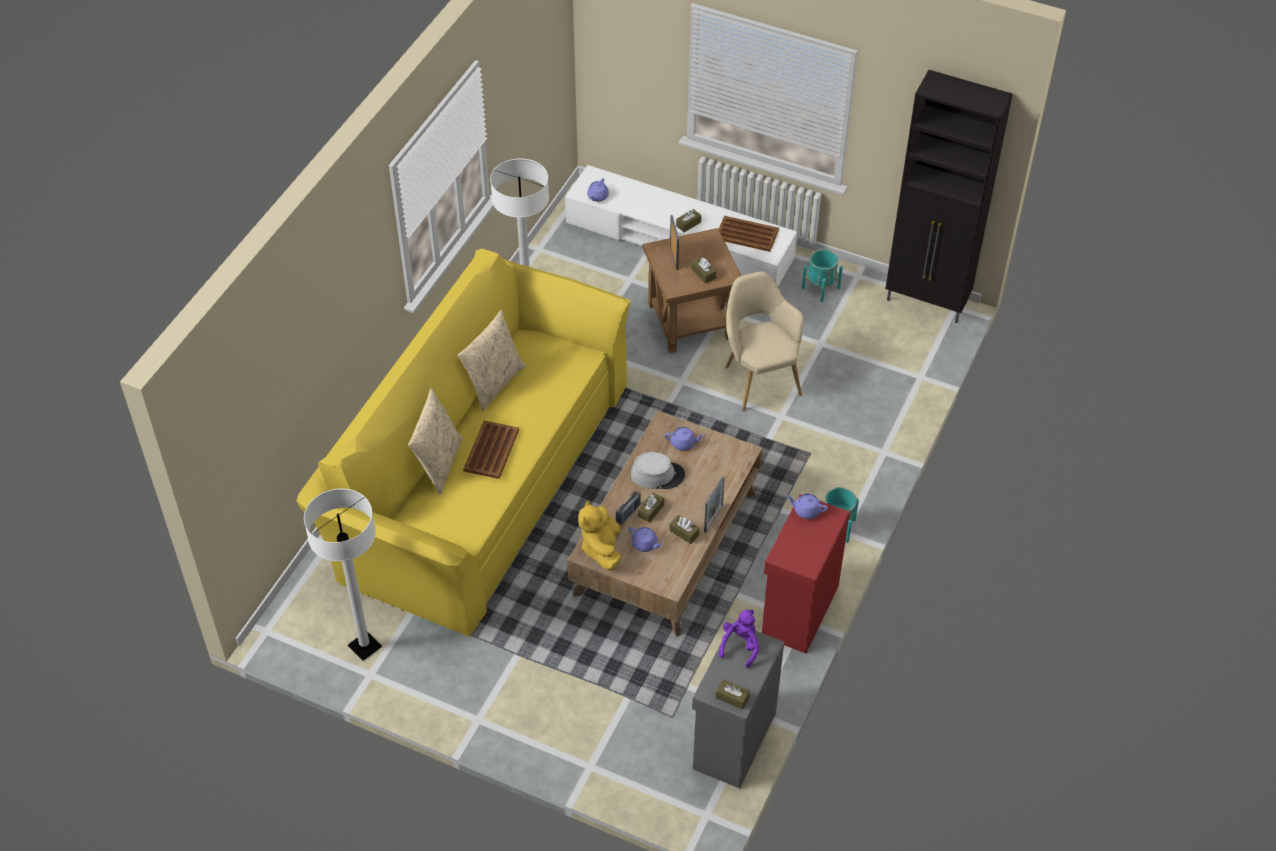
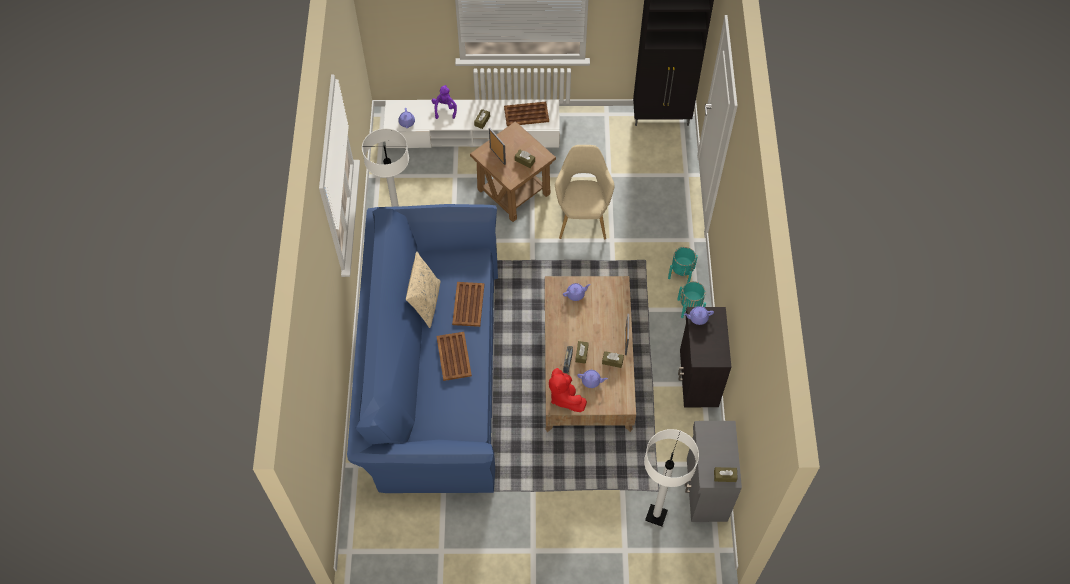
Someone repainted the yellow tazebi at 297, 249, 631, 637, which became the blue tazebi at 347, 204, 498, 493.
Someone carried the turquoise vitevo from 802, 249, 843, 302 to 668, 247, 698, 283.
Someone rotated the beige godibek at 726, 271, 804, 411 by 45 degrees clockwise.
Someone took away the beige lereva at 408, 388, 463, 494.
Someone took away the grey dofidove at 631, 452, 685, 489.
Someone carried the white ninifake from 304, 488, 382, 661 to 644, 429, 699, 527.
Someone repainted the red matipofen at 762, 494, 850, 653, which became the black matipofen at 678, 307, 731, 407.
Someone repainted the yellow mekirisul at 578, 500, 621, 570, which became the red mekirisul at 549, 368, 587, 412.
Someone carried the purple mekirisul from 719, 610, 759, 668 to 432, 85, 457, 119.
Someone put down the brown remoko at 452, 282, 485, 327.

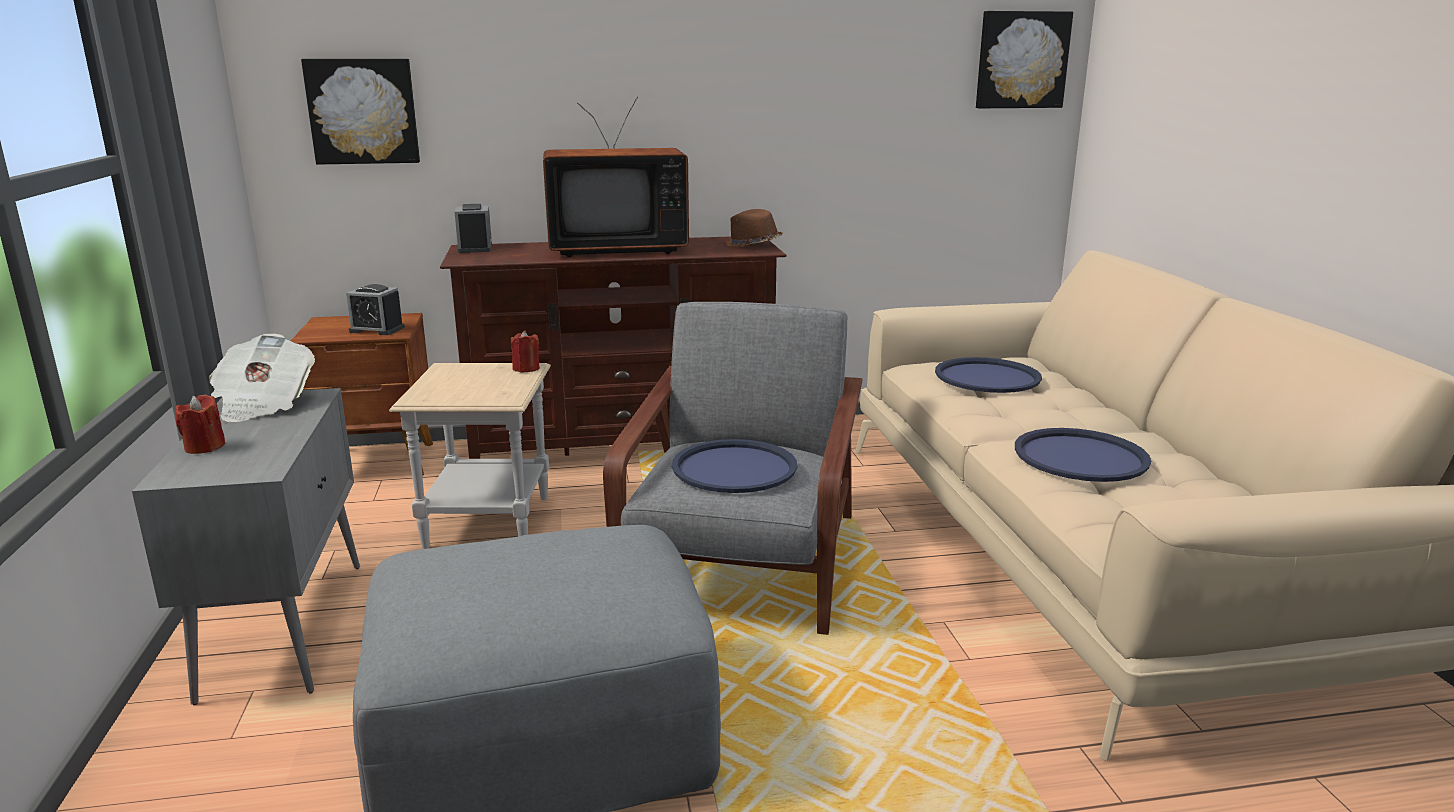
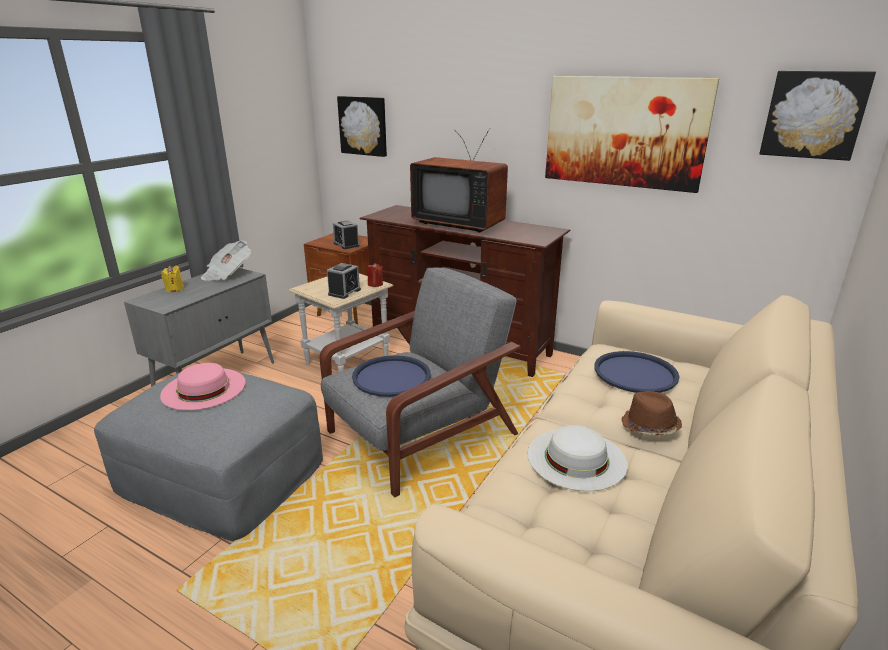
Someone carried the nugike from 455, 204, 492, 253 to 327, 263, 361, 299.
Someone carried the brown dofidove from 725, 209, 783, 247 to 621, 391, 682, 435.
Someone repainted the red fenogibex at 176, 395, 225, 454, which became the yellow fenogibex at 161, 266, 184, 292.
Someone swapped the blue remoko at 1015, 428, 1151, 482 for the white dofidove at 528, 425, 627, 491.
Someone put up the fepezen at 545, 76, 719, 193.
Someone put down the pink dofidove at 160, 363, 245, 410.

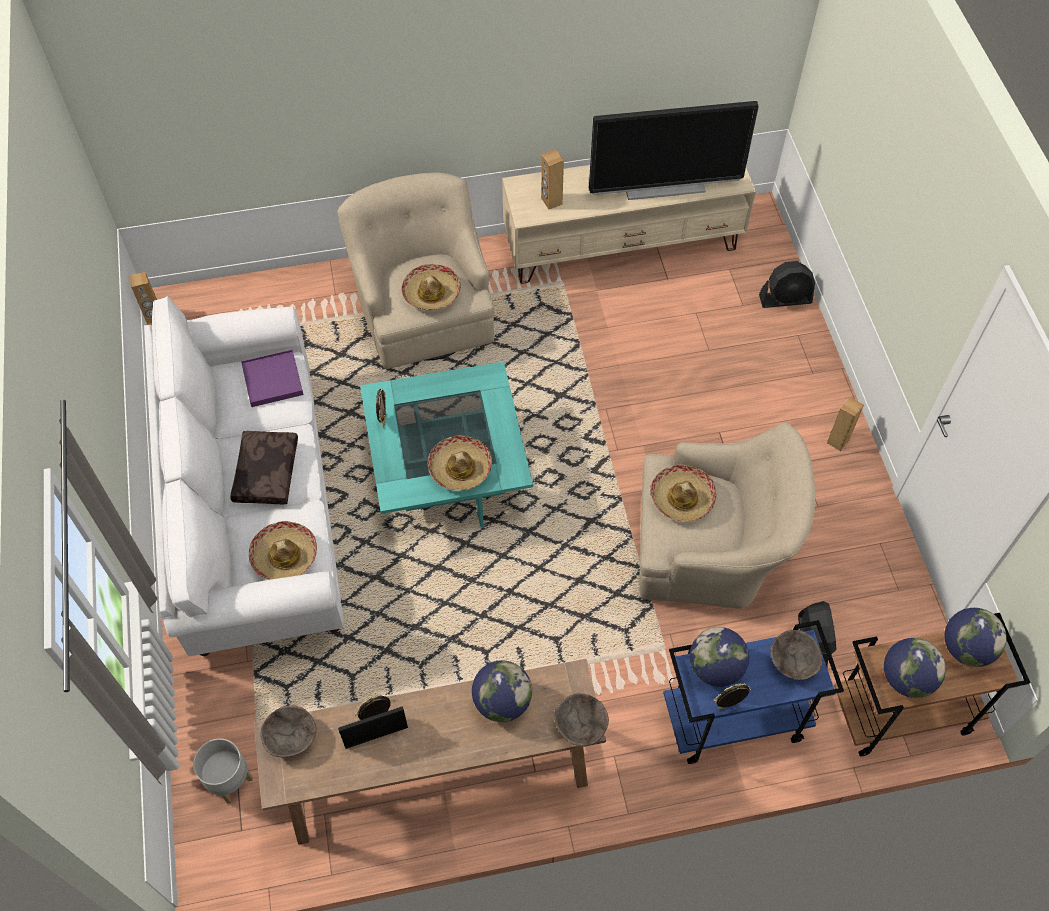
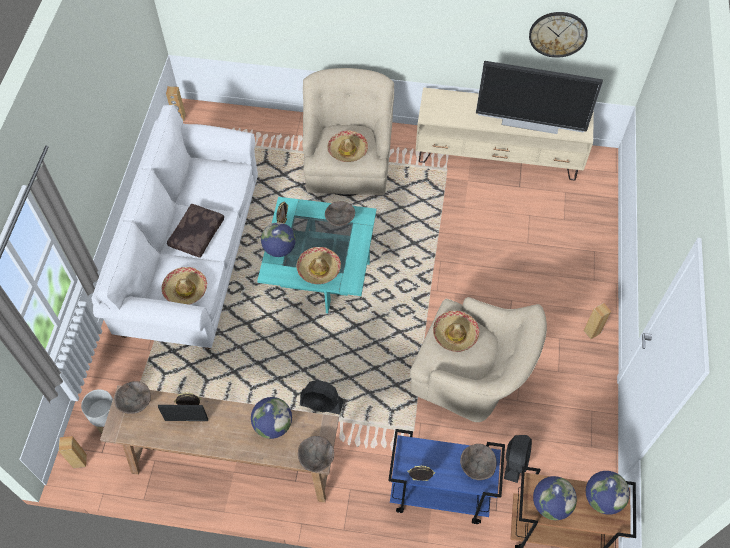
Someone carried the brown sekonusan from 541, 149, 564, 209 to 59, 436, 87, 468.
Someone carried the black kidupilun from 759, 261, 815, 308 to 300, 380, 343, 415.
Someone took away the purple remoko at 241, 350, 304, 407.
Someone carried the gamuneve from 690, 627, 749, 687 to 261, 222, 296, 257.
Someone put up the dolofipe at 529, 12, 588, 58.
Someone put down the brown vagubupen at 325, 201, 355, 226.

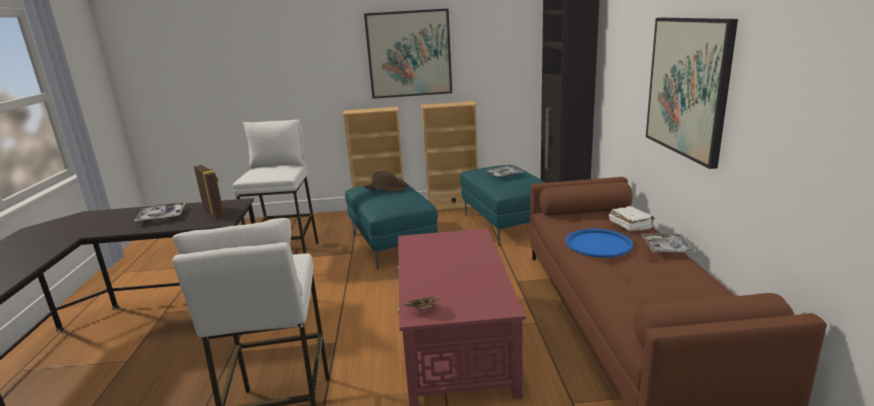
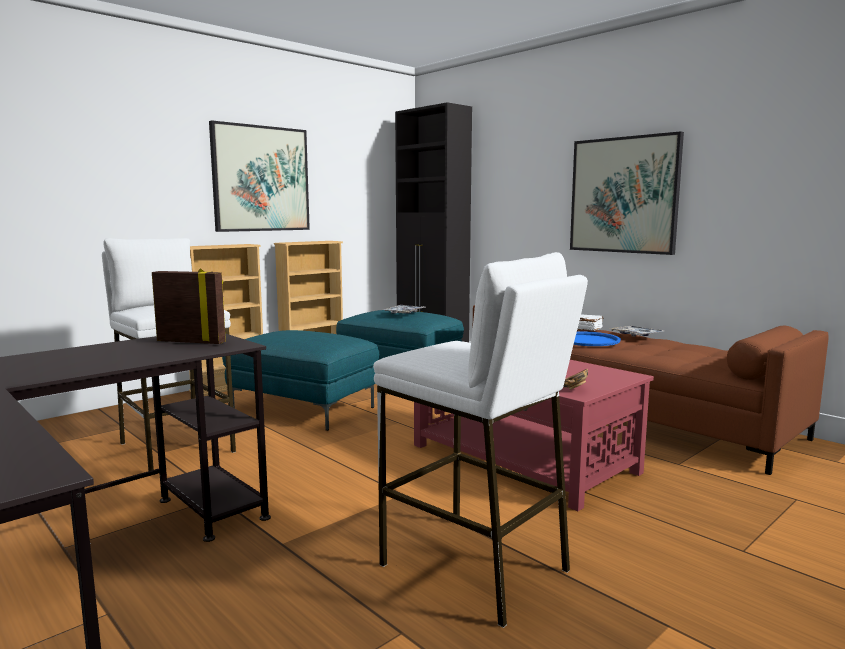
Someone took away the brown dofidove at 365, 171, 408, 192.
Someone took away the remoko at 134, 202, 186, 221.

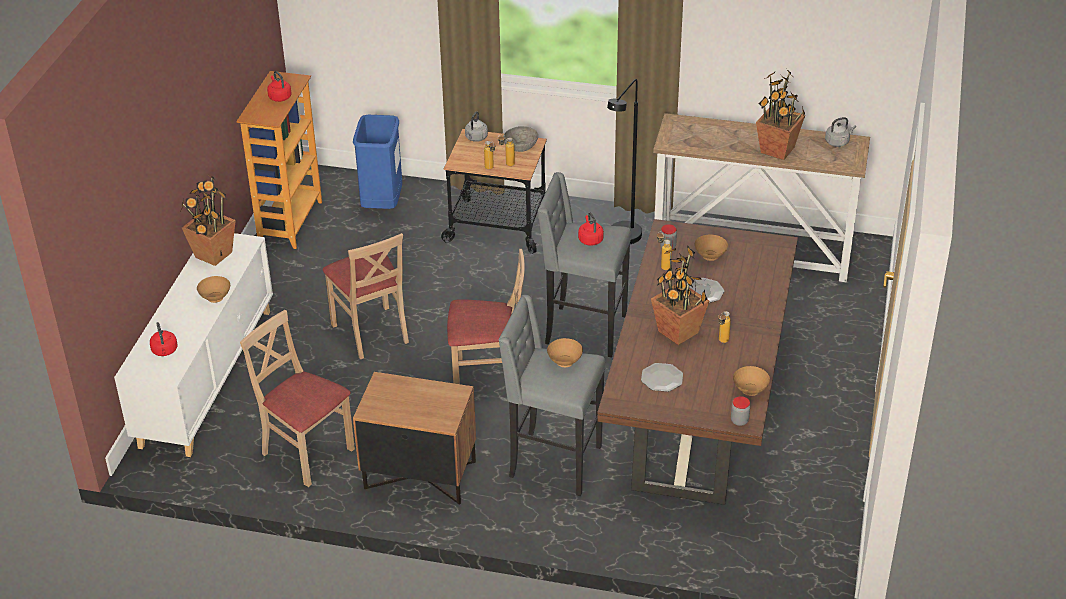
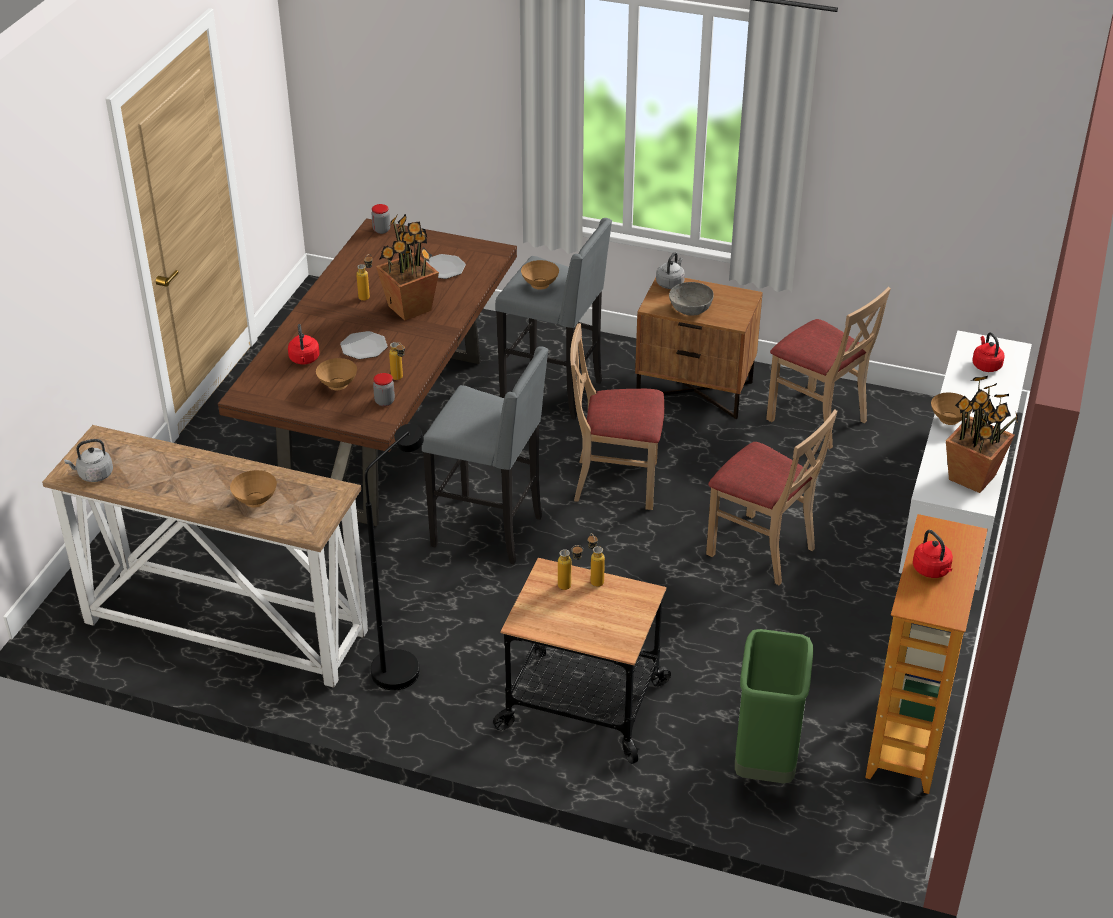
Someone took away the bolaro at 756, 67, 805, 160.
Someone carried the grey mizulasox from 465, 111, 488, 142 to 656, 252, 685, 289.
Someone repainted the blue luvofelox at 353, 115, 402, 209, which became the green luvofelox at 735, 629, 813, 783.
Someone carried the grey vagubupen from 503, 126, 538, 152 to 669, 282, 714, 316.
Someone carried the red mizulasox from 578, 213, 604, 246 to 288, 324, 320, 364.
Someone rotated the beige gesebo at 323, 233, 409, 359 by 150 degrees clockwise.
Someone carried the brown vagubupen from 733, 366, 770, 396 to 230, 470, 277, 507.

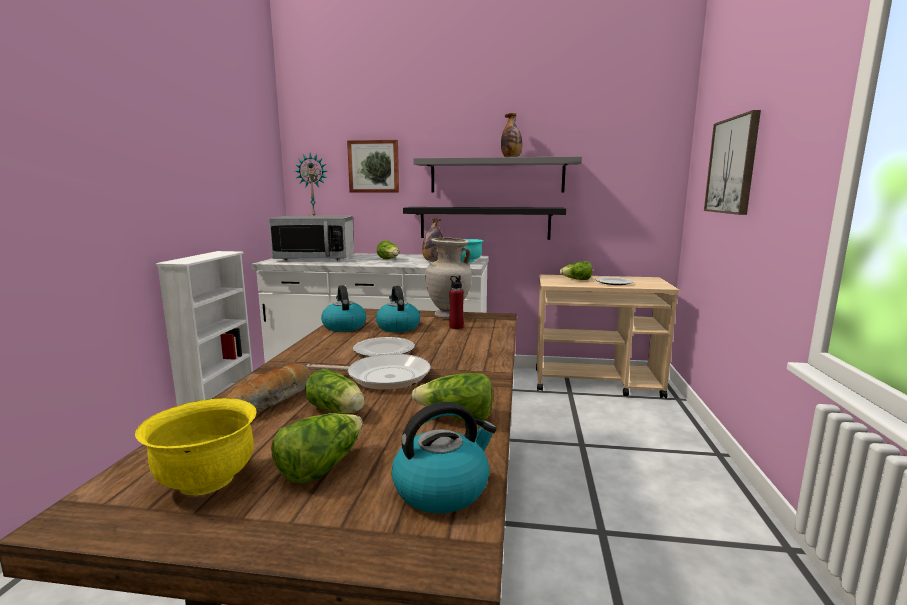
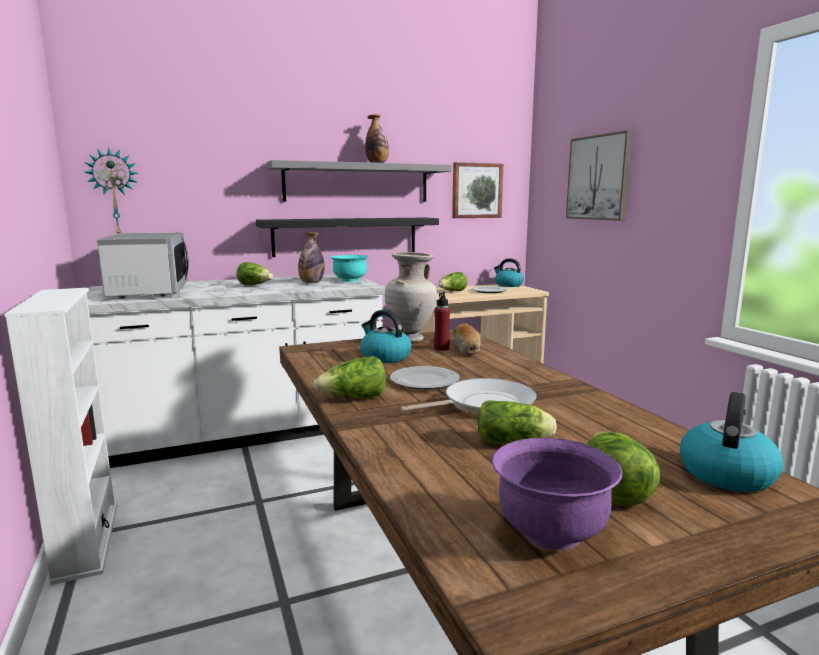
Someone carried the fepezen from 347, 140, 399, 192 to 452, 162, 503, 218.
Someone rotated the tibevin at 269, 216, 354, 260 by 75 degrees counterclockwise.
Someone carried the mizulasox from 321, 285, 366, 332 to 494, 258, 524, 287.
Someone carried the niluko from 226, 364, 311, 412 to 453, 323, 481, 355.
Someone carried the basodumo from 412, 373, 493, 420 to 313, 356, 386, 398.
Someone repainted the yellow vagubupen at 135, 398, 256, 495, which became the purple vagubupen at 492, 438, 622, 550.

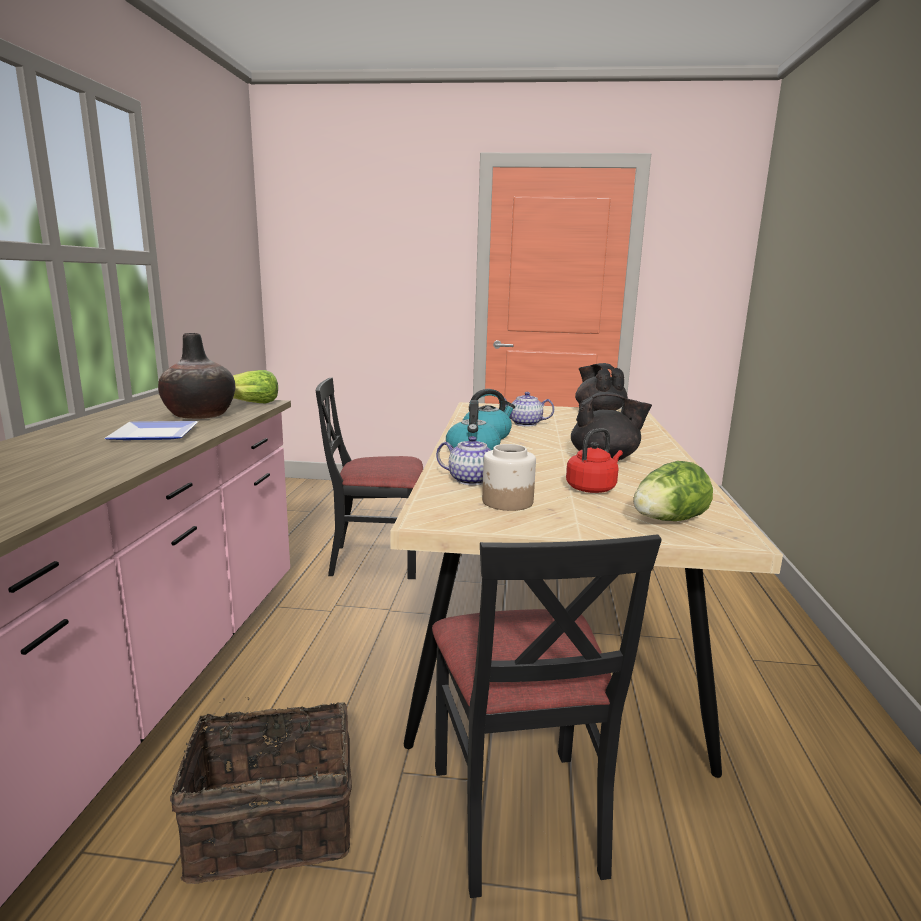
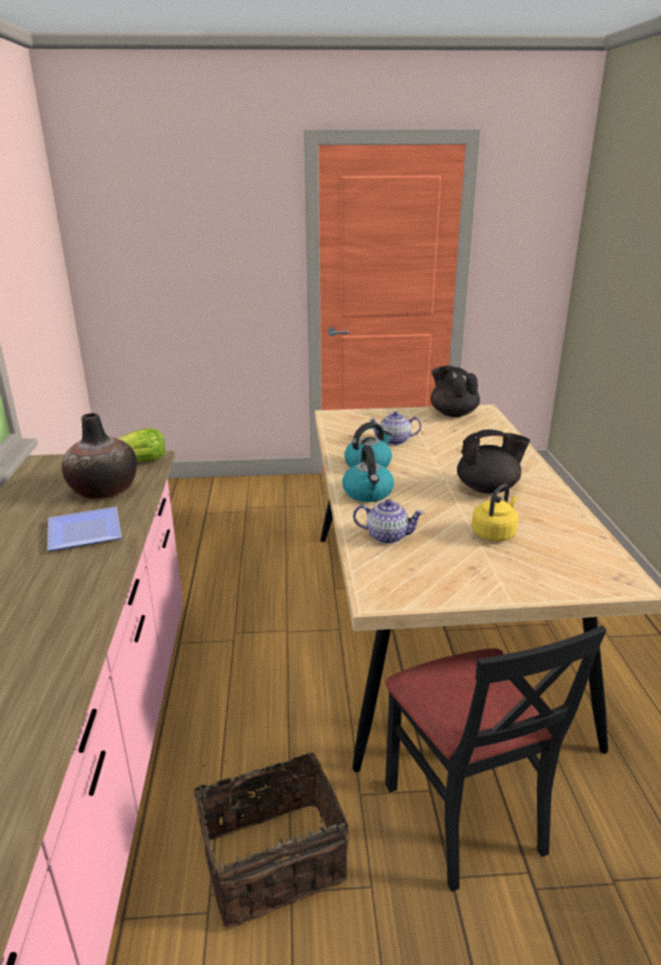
Someone took away the black gesebo at 316, 377, 423, 579.
Someone repainted the red mizulasox at 566, 428, 623, 493, which became the yellow mizulasox at 472, 484, 518, 541.
Someone took away the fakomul at 482, 444, 536, 511.
Someone took away the basodumo at 633, 461, 713, 521.

